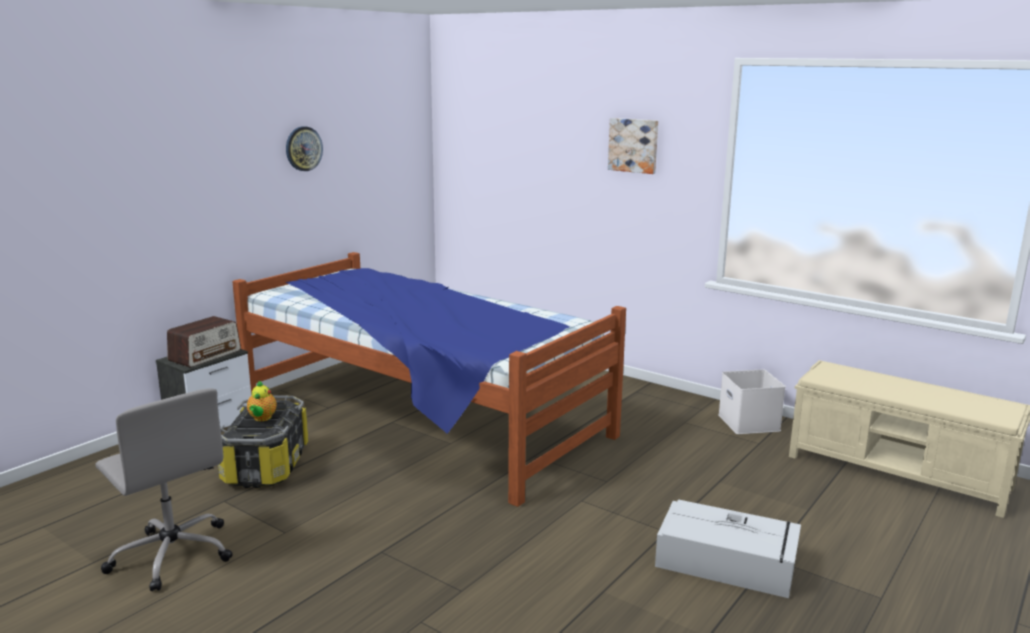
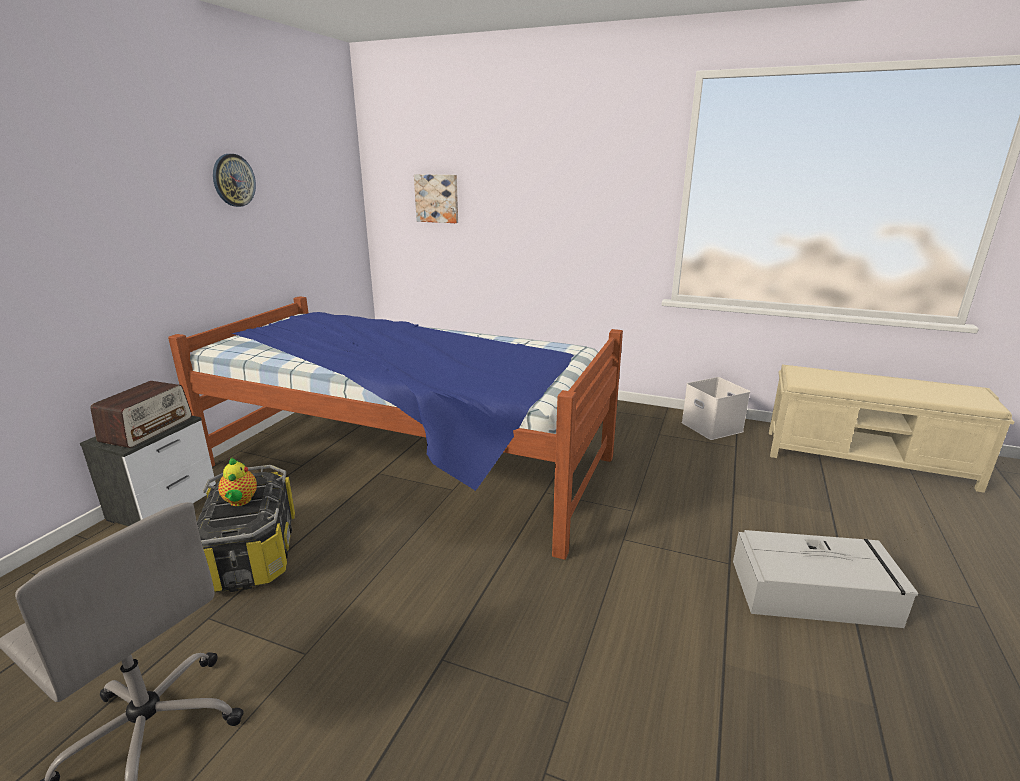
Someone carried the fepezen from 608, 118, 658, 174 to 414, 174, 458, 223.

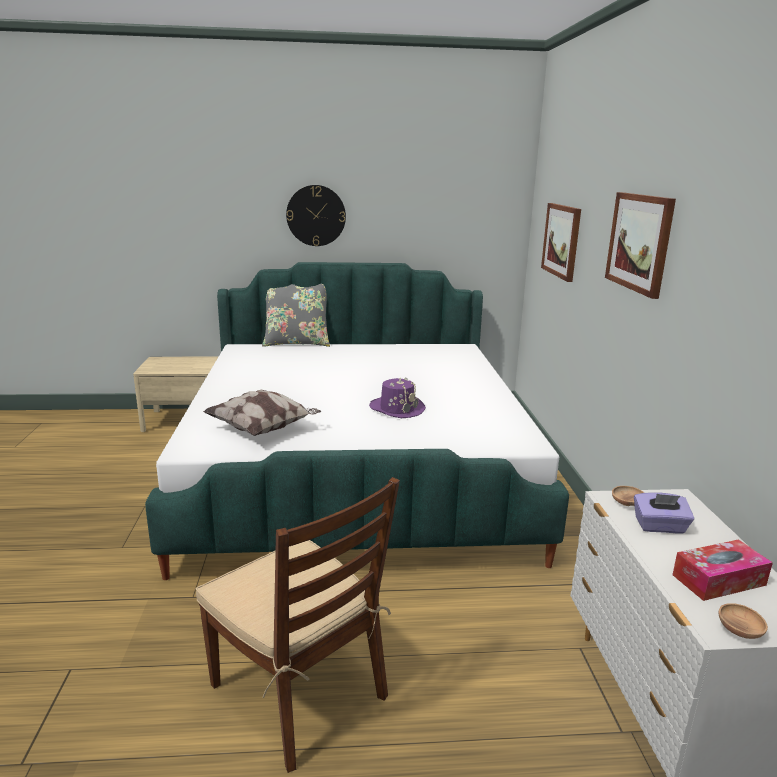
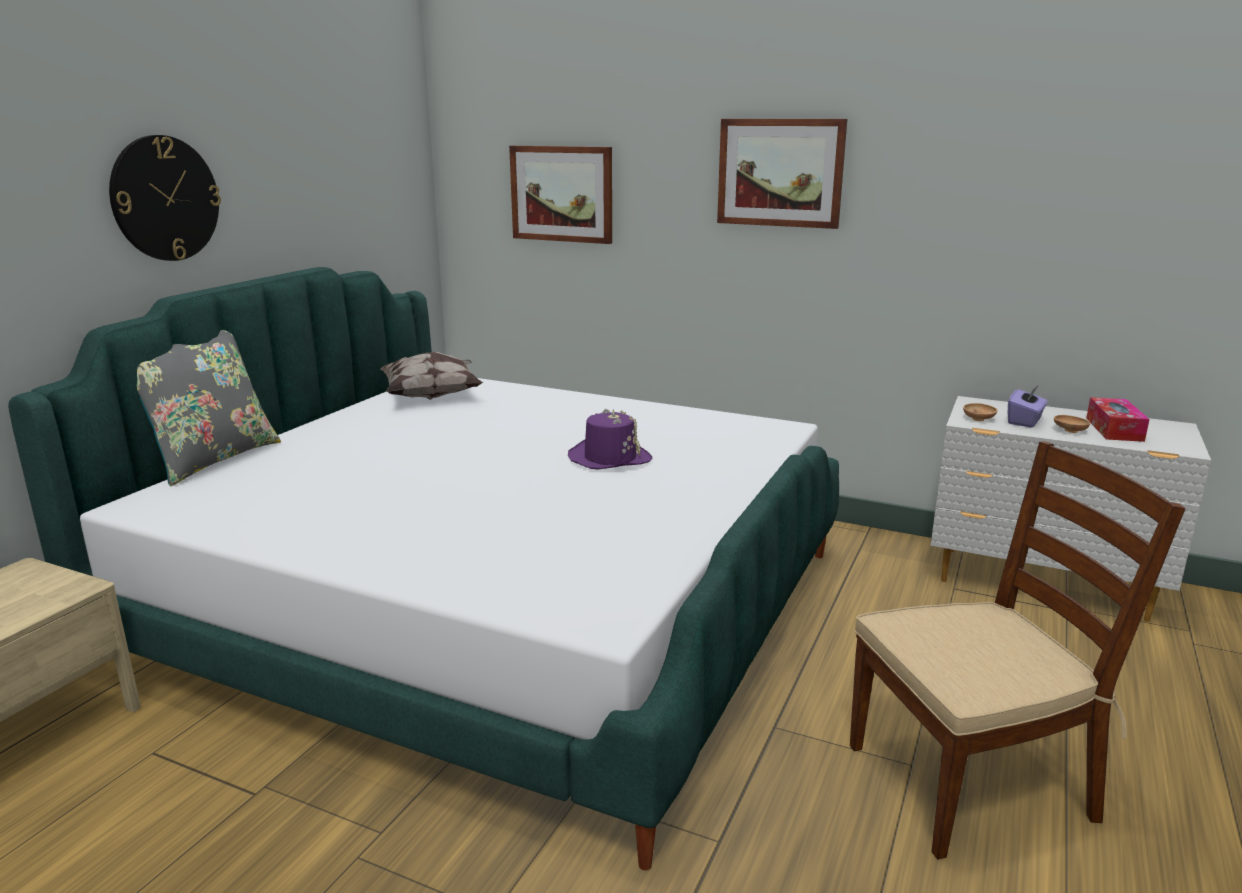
Someone carried the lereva from 203, 390, 321, 436 to 381, 352, 483, 400.
Someone carried the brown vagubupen from 719, 603, 768, 639 to 1054, 415, 1090, 433.

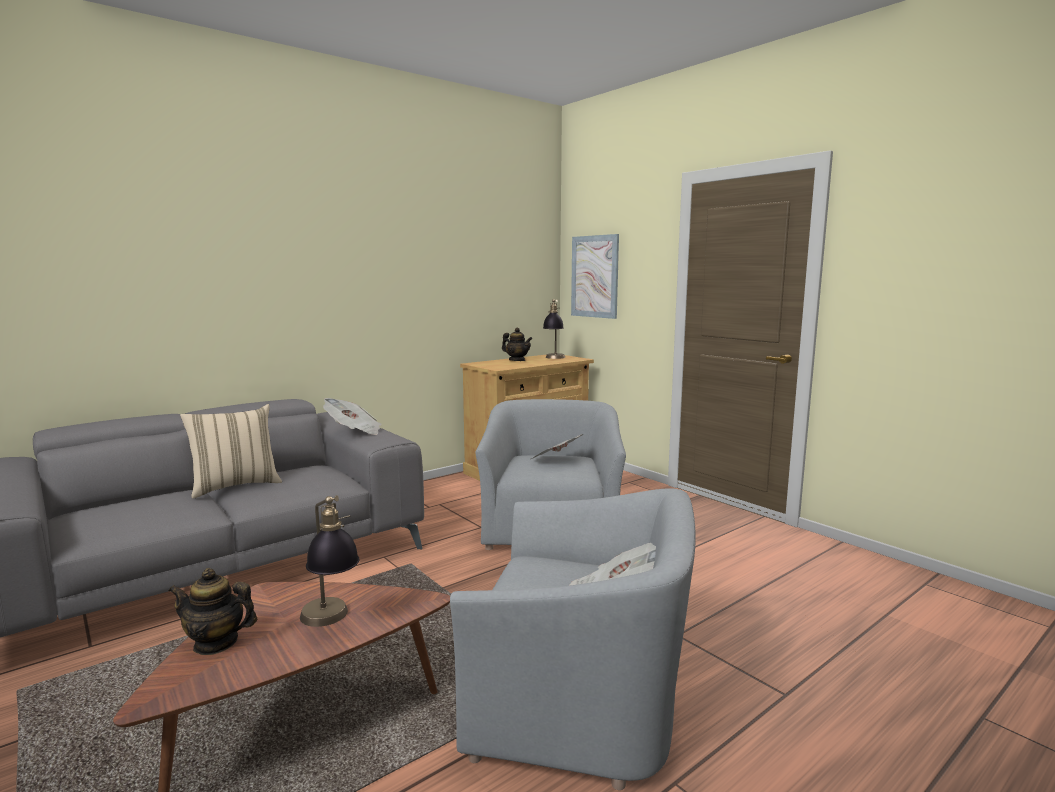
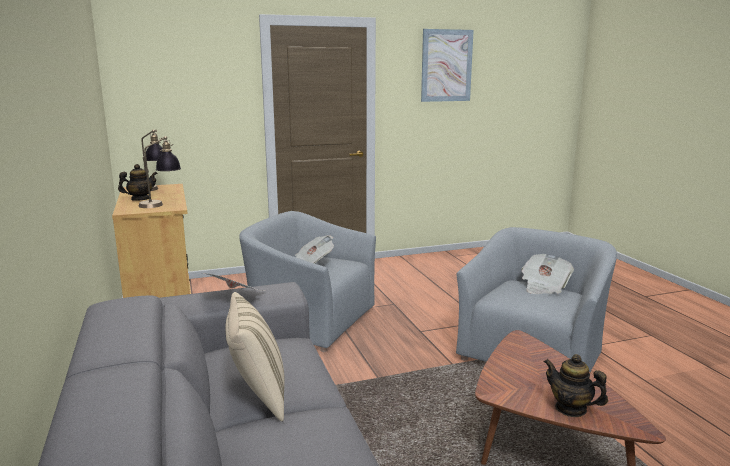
Someone carried the fepezen from 571, 234, 619, 319 to 421, 29, 474, 102.
Someone carried the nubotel from 300, 495, 360, 627 to 139, 136, 181, 208.
Someone rotated the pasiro at 169, 568, 257, 655 by 105 degrees clockwise.

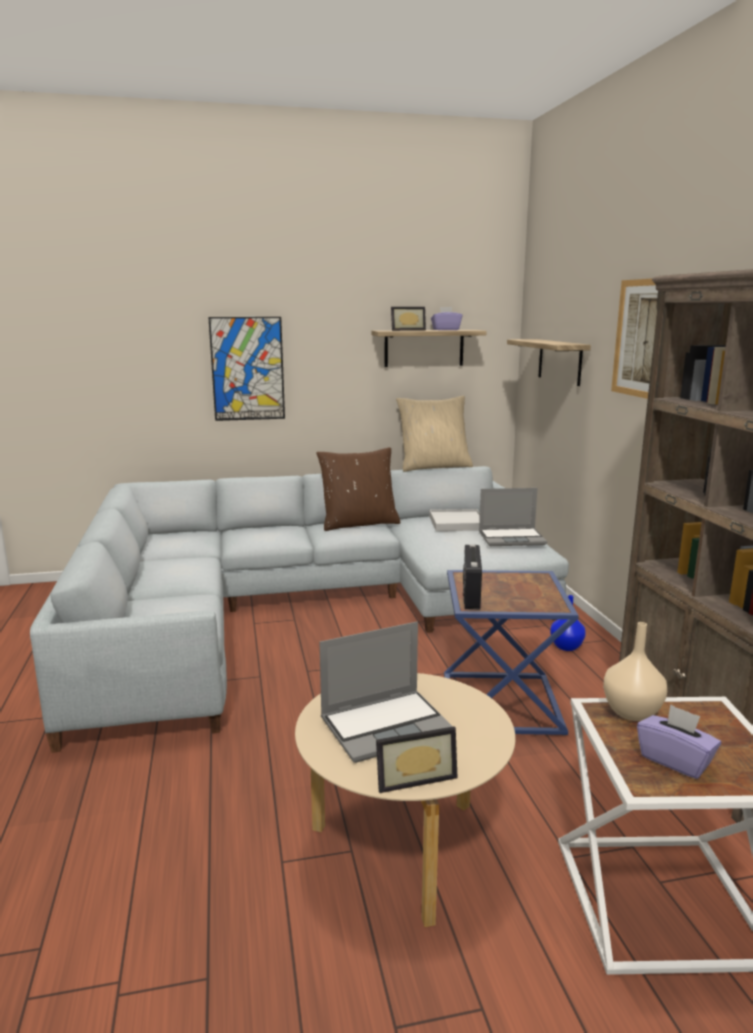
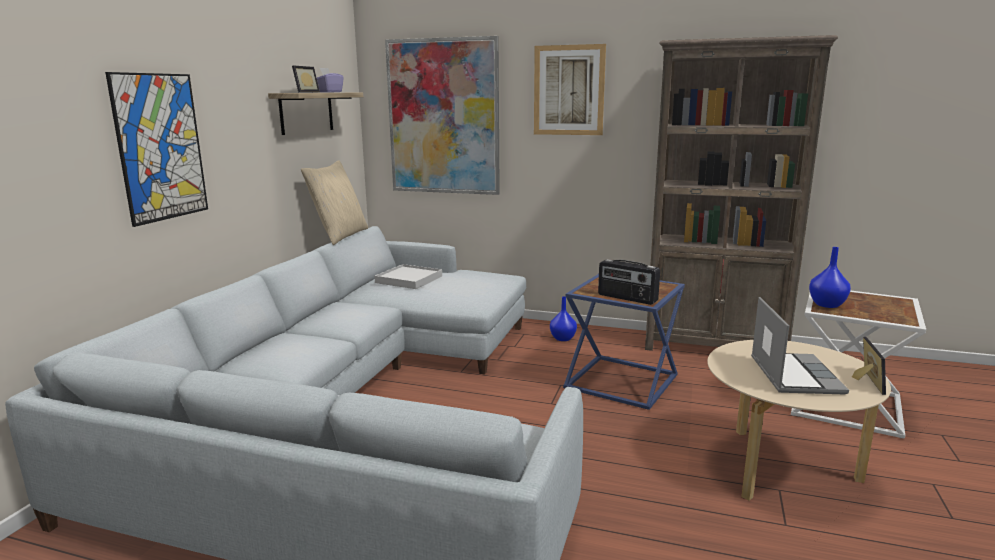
Someone swapped the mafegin at 507, 339, 591, 386 for the fepezen at 385, 36, 500, 195.
Someone took away the brown lereva at 316, 447, 401, 531.
Someone took away the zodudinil at 479, 488, 547, 546.
Someone repainted the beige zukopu at 603, 622, 667, 721, which became the blue zukopu at 809, 247, 851, 308.
Someone took away the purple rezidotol at 637, 704, 721, 779.

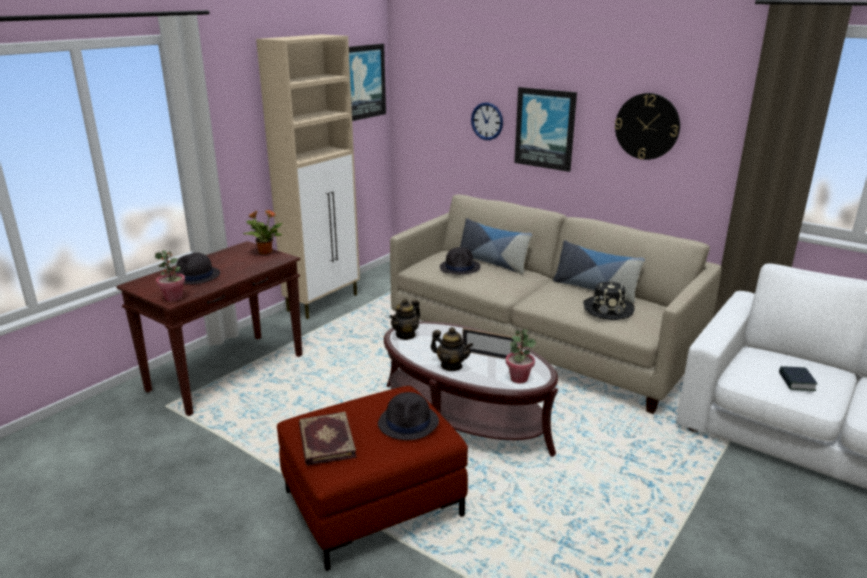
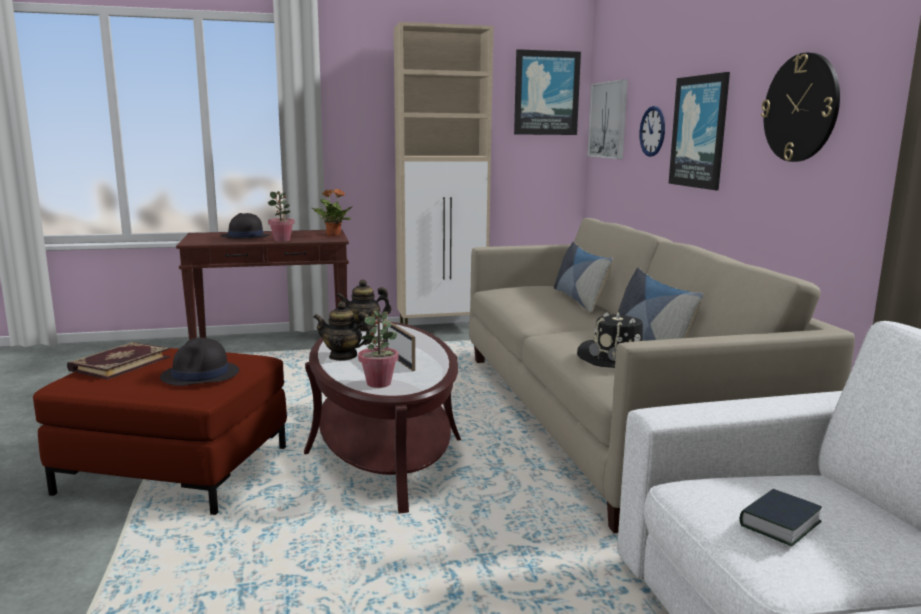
Someone took away the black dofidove at 440, 247, 480, 275.
Someone carried the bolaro from 155, 250, 185, 302 to 268, 191, 295, 242.
Someone rotated the pasiro at 431, 327, 473, 371 by 120 degrees clockwise.
Someone put up the fepezen at 587, 80, 628, 159.

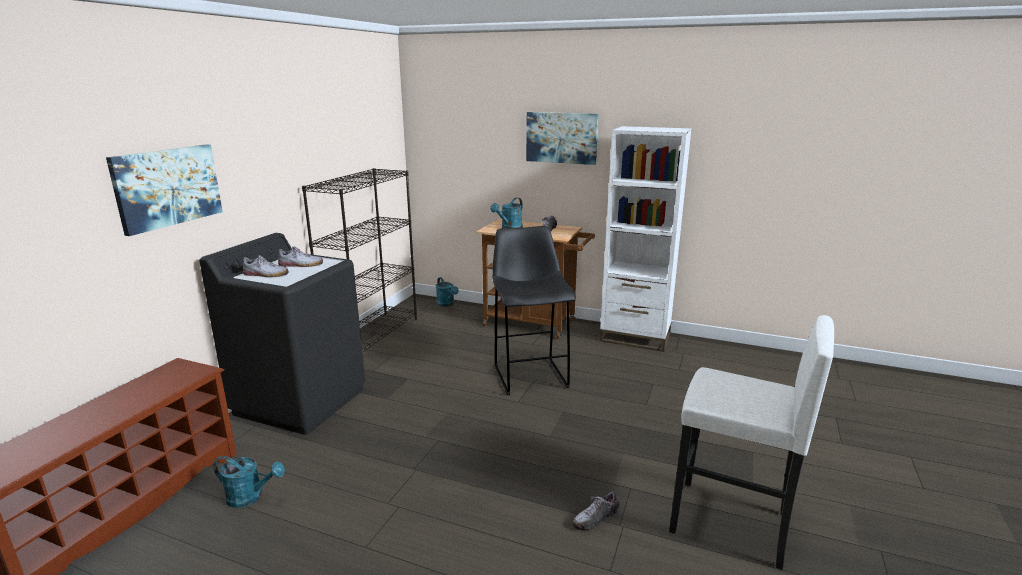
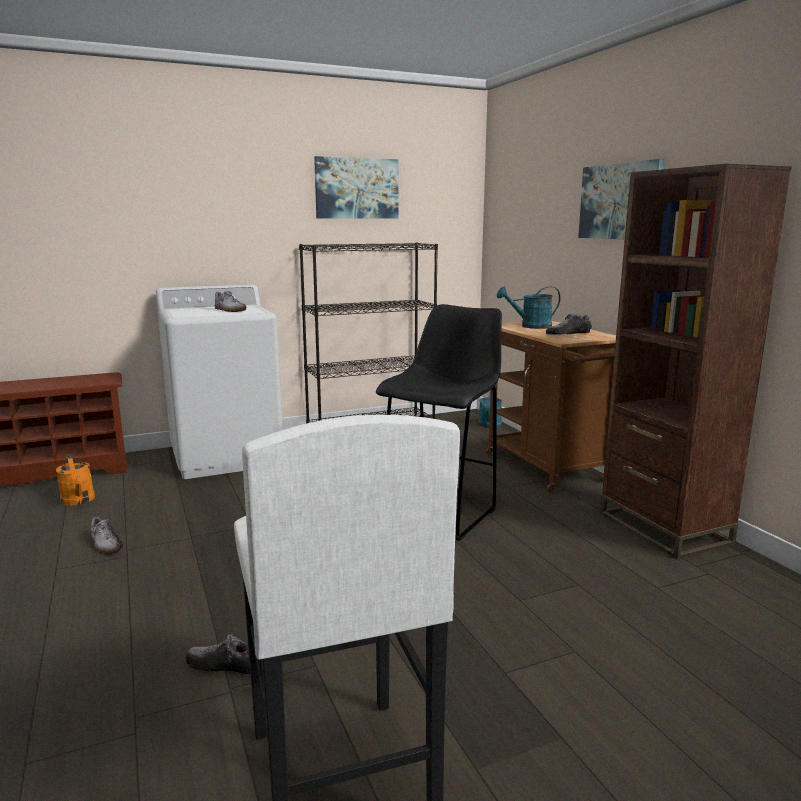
Someone repainted the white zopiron at 599, 126, 692, 352, which became the brown zopiron at 600, 164, 792, 559.
Someone carried the fepezen from 106, 145, 223, 236 to 314, 156, 399, 219.
Someone repainted the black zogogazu at 199, 233, 365, 435, which became the white zogogazu at 156, 284, 283, 479.
Someone carried the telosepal from 243, 255, 289, 277 to 91, 516, 123, 555.
Someone repainted the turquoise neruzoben at 213, 456, 285, 508, which became the orange neruzoben at 56, 454, 95, 506.

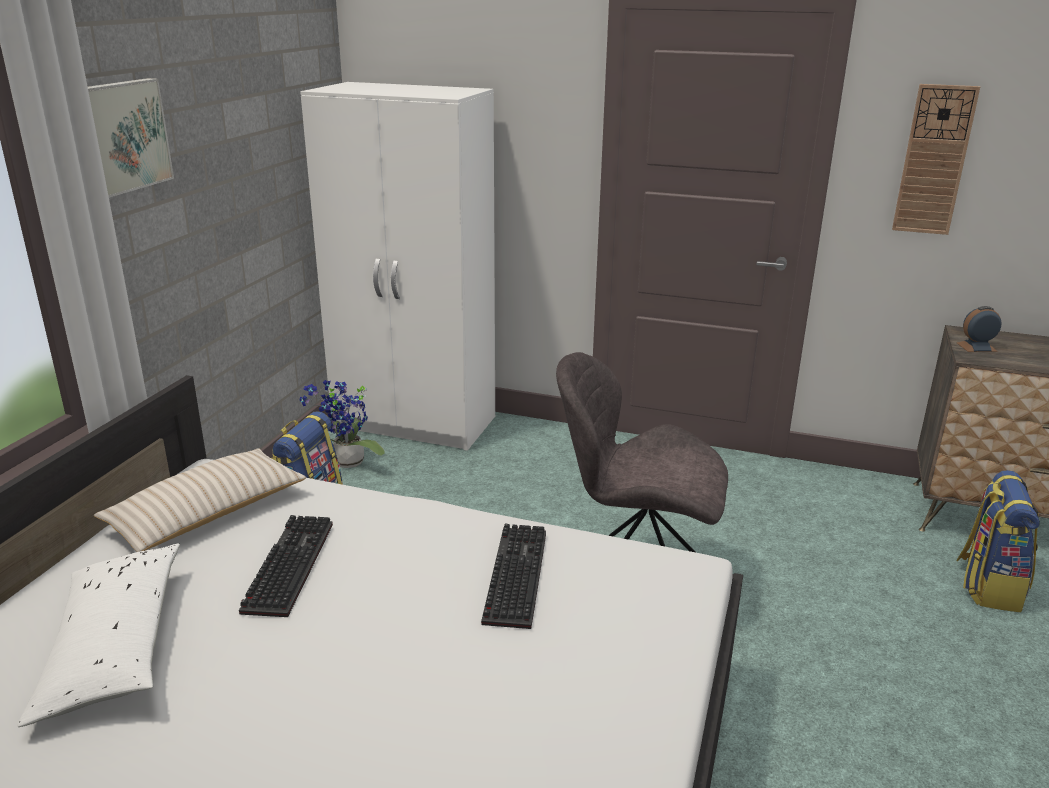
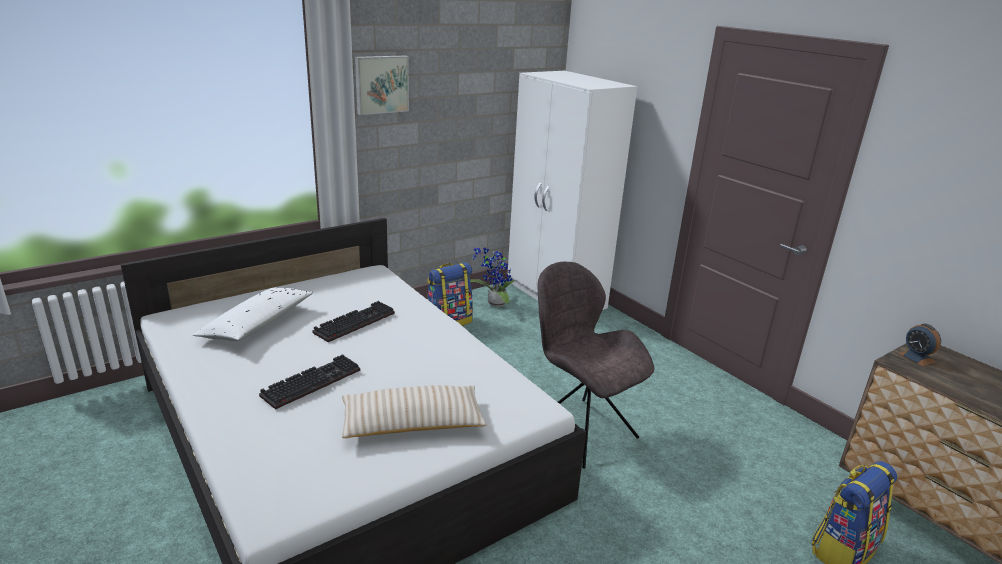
Someone took away the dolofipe at 892, 84, 980, 235.
Someone rotated the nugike at 956, 306, 1002, 352 by 150 degrees counterclockwise.
Someone carried the beige lereva from 94, 448, 306, 552 to 342, 385, 487, 438.
Someone carried the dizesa from 481, 523, 546, 629 to 259, 354, 360, 410.

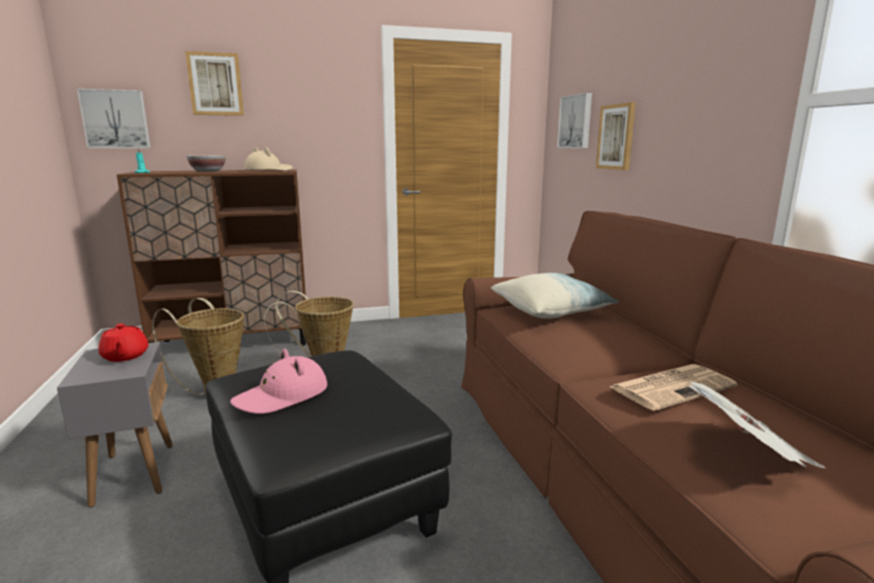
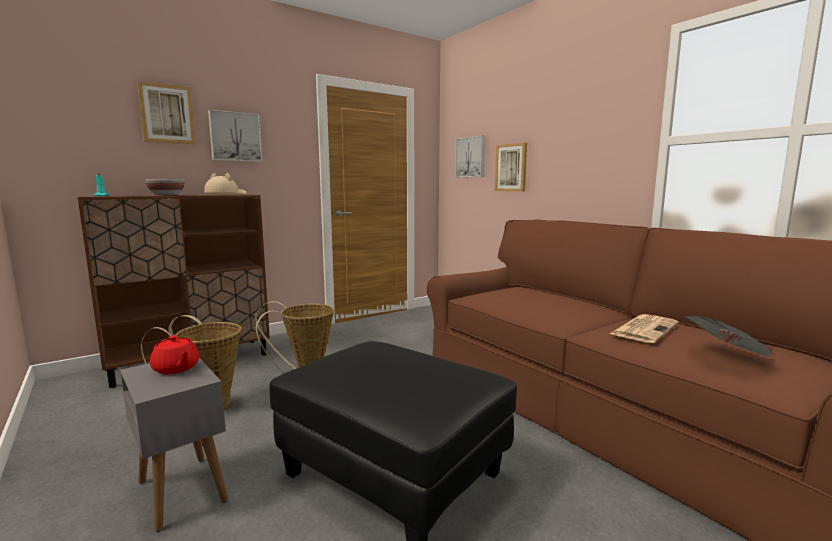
Someone carried the fepezen from 77, 89, 151, 148 to 208, 109, 263, 162.
Someone took away the lereva at 491, 273, 619, 319.
Someone took away the pink dofidove at 230, 349, 327, 414.

